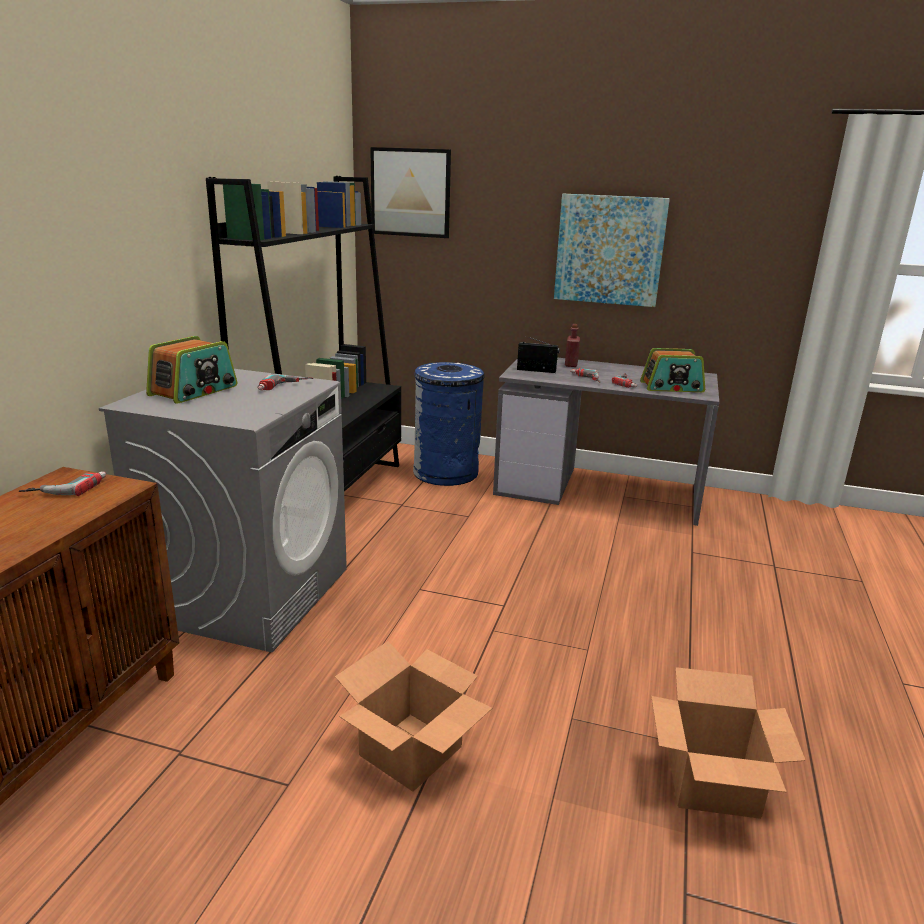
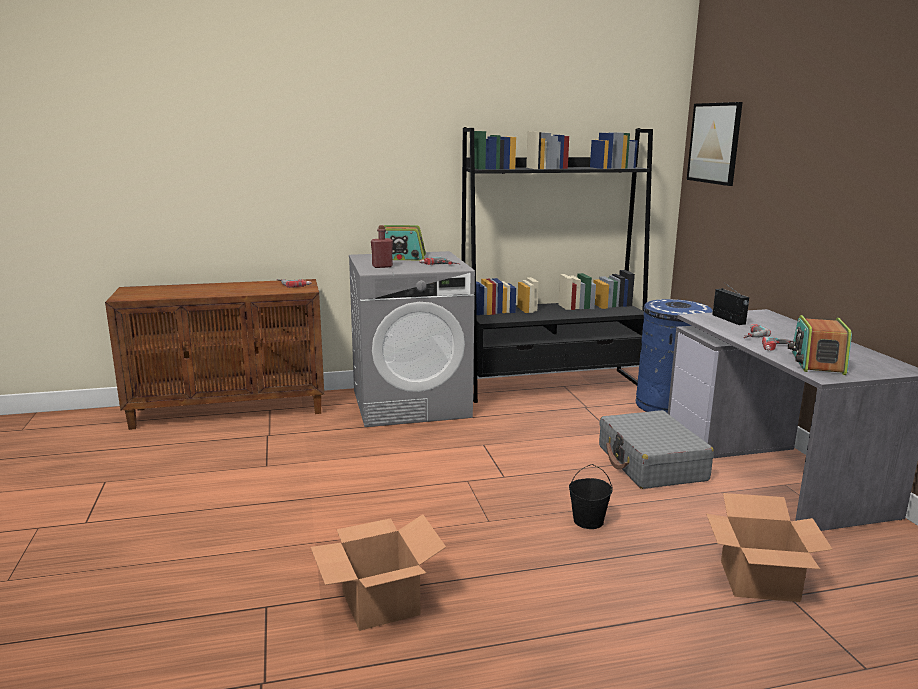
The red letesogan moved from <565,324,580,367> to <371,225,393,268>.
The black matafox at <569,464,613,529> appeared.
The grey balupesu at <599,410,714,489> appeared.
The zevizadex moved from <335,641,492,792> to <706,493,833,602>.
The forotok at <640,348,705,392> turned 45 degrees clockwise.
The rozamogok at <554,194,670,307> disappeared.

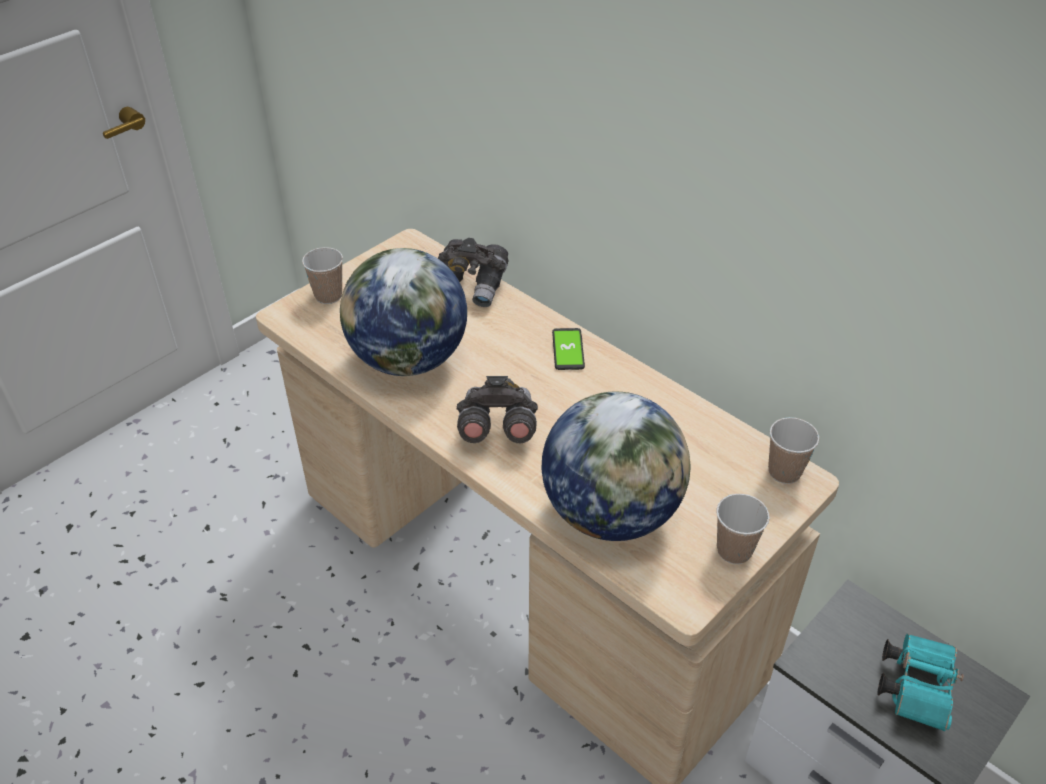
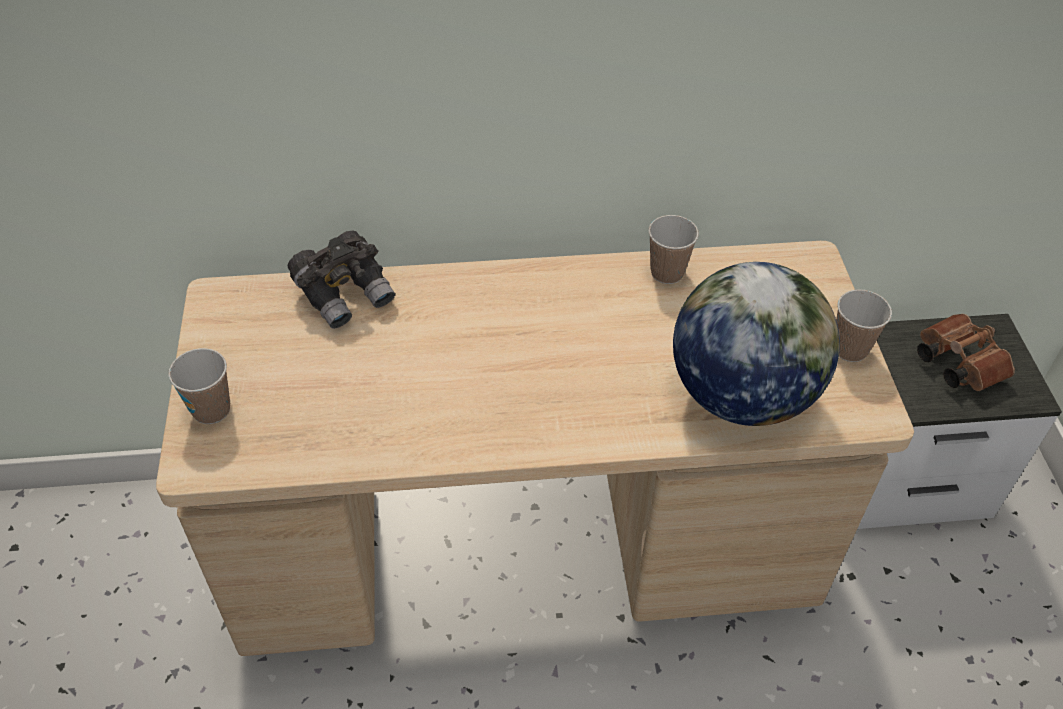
The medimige moved from <768,417,819,484> to <648,215,699,284>.
The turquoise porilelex at <877,634,964,731> became the brown porilelex at <917,314,1015,391>.
The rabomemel at <340,248,467,376> disappeared.
The grey porilelex at <457,376,538,443> disappeared.
The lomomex at <552,328,585,370> disappeared.

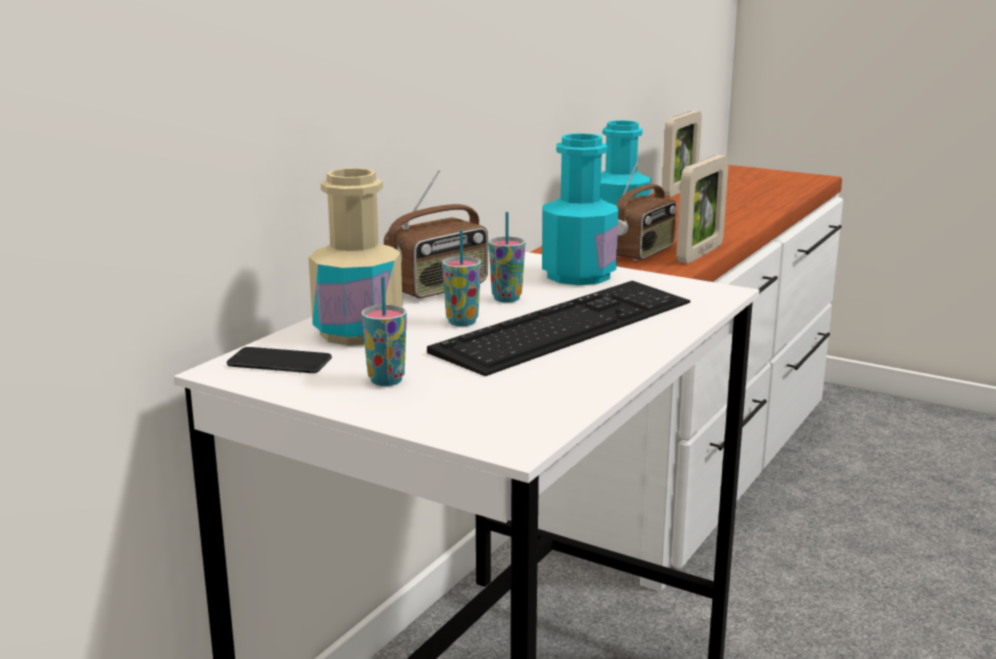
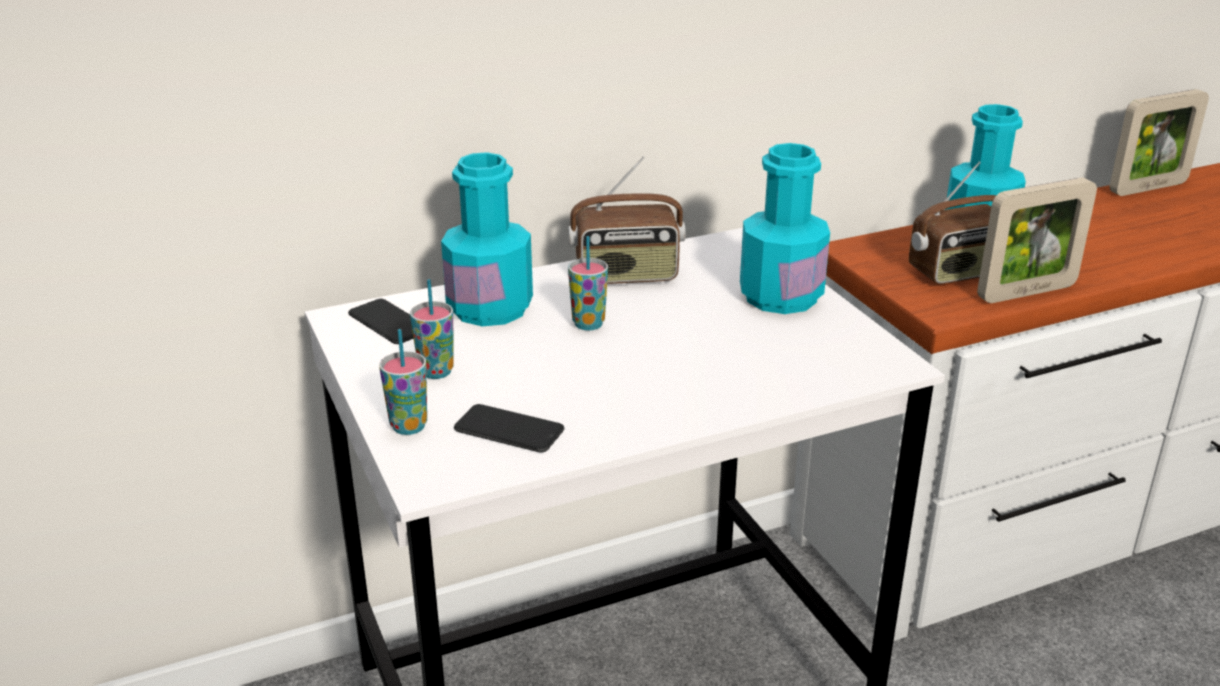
The medimige moved from <489,212,525,303> to <379,329,427,435>.
The beige letesogan at <308,168,403,346> became the turquoise letesogan at <441,152,533,326>.
The lomomex at <454,404,564,453> appeared.
The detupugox at <427,281,690,376> disappeared.

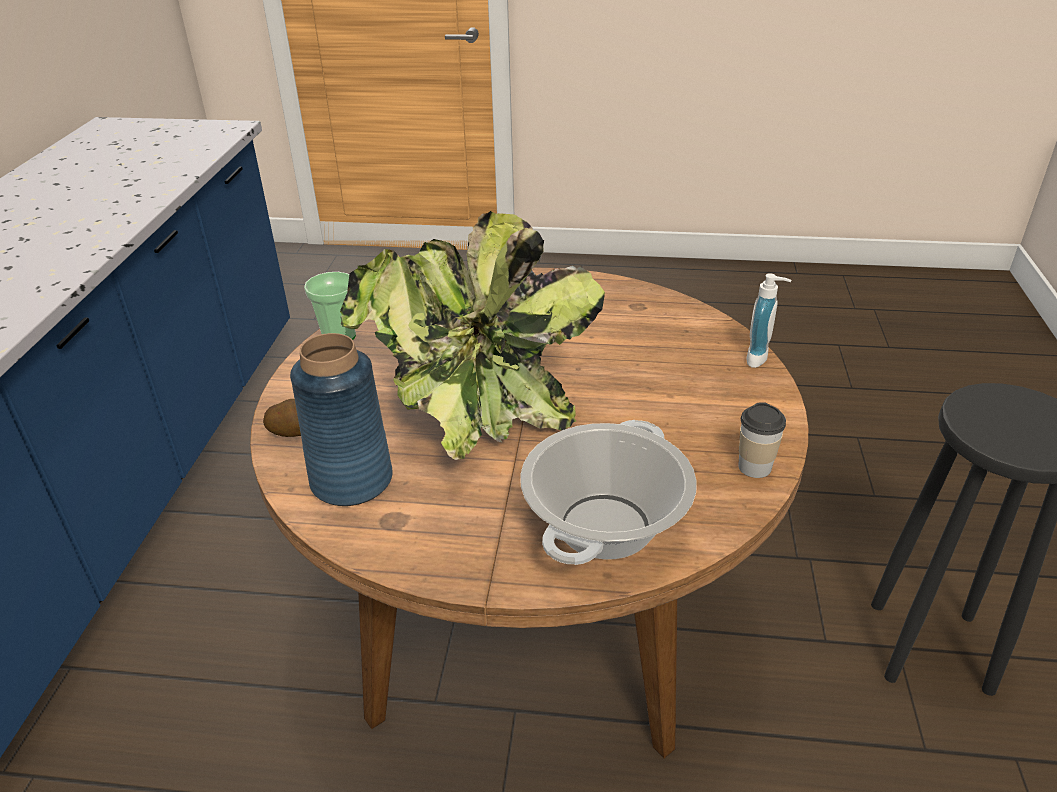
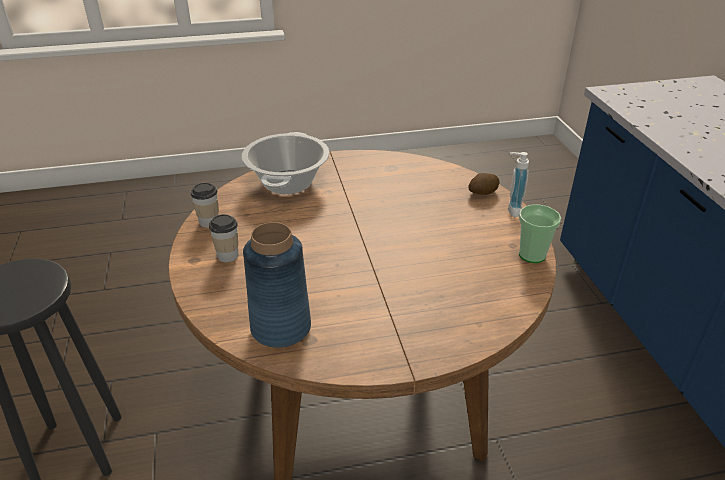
The medimige at <209,214,238,262> appeared.
The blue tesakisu moved from <290,333,393,506> to <243,222,311,348>.
The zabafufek moved from <746,273,792,368> to <508,152,529,217>.
The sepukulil at <340,211,605,460> disappeared.

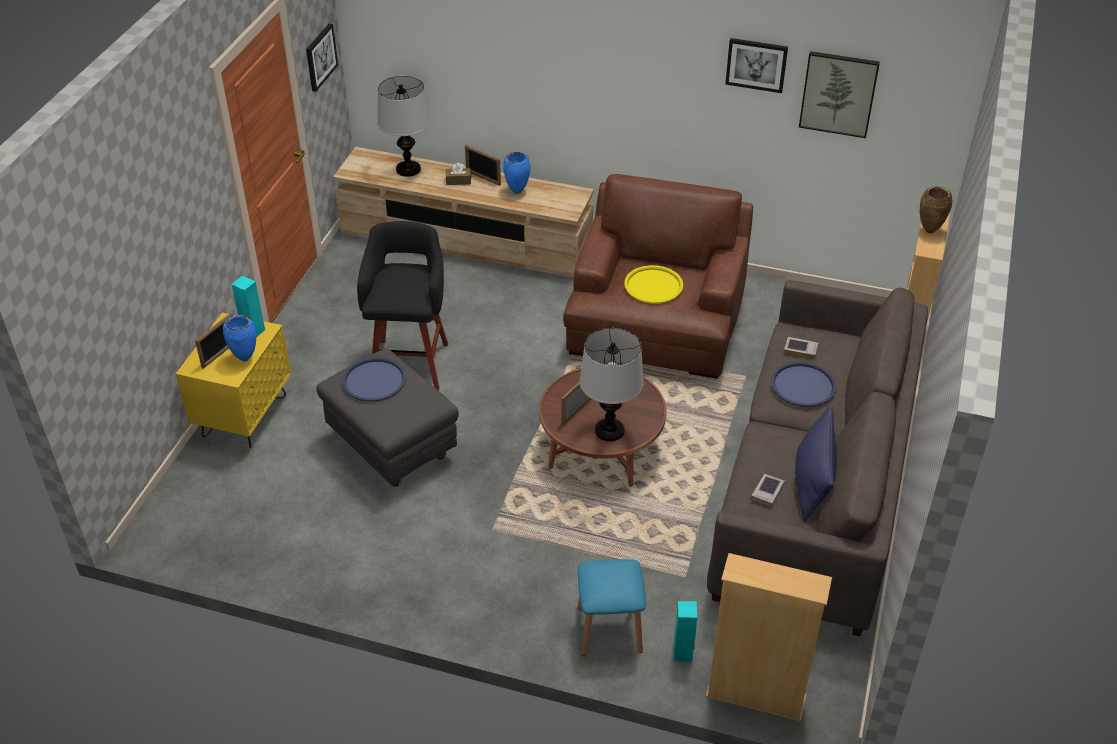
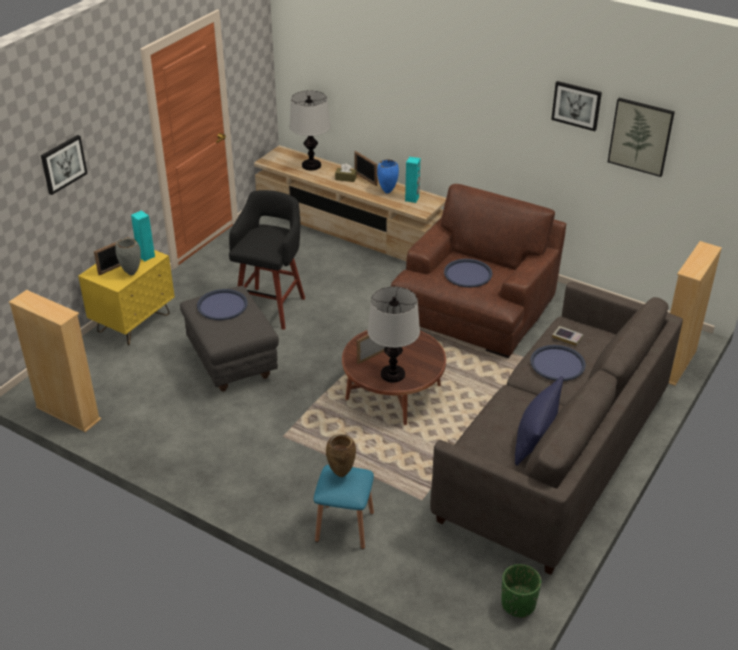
The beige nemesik moved from <706,553,832,722> to <9,290,101,432>.
The rozamogok moved from <306,23,338,92> to <41,135,88,195>.
The blue tesakisu at <223,315,256,362> became the grey tesakisu at <115,238,141,275>.
The brown tesakisu moved from <920,186,952,233> to <326,434,356,477>.
The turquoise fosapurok moved from <674,601,697,661> to <405,157,420,203>.
The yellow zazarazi at <624,265,683,304> became the blue zazarazi at <444,259,492,288>.
The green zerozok at <502,564,541,618> appeared.
The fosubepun at <751,474,785,506> disappeared.

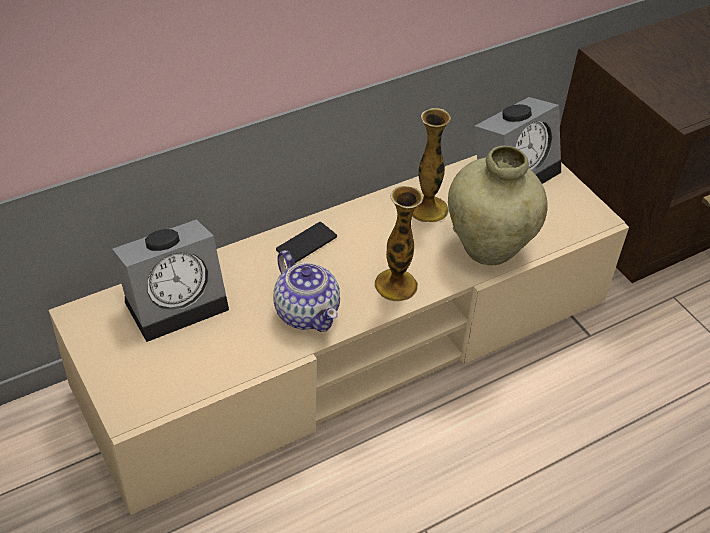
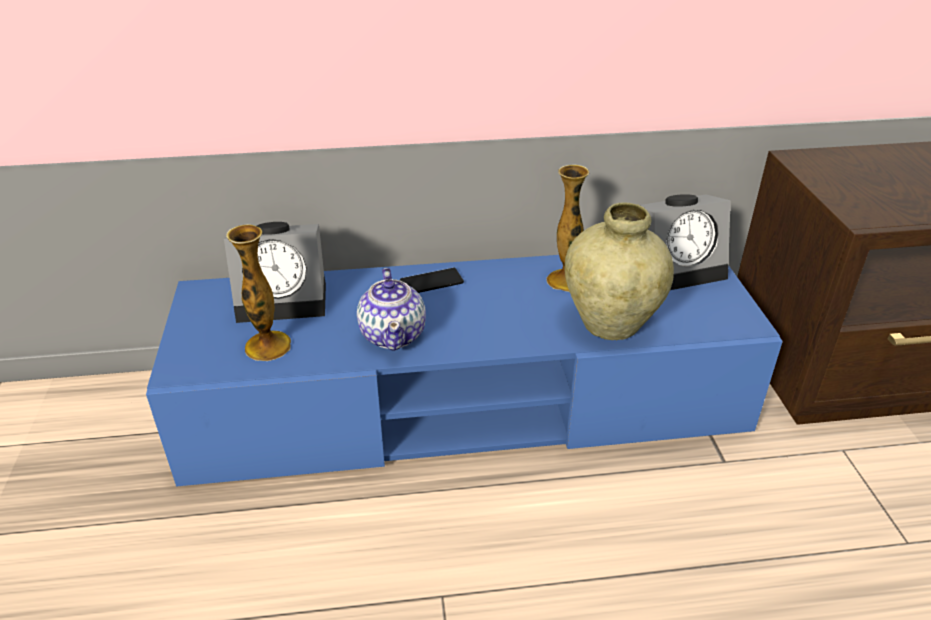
The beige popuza at <48,155,629,515> became the blue popuza at <146,255,783,487>.
The tesakisu moved from <374,186,423,302> to <226,224,291,361>.

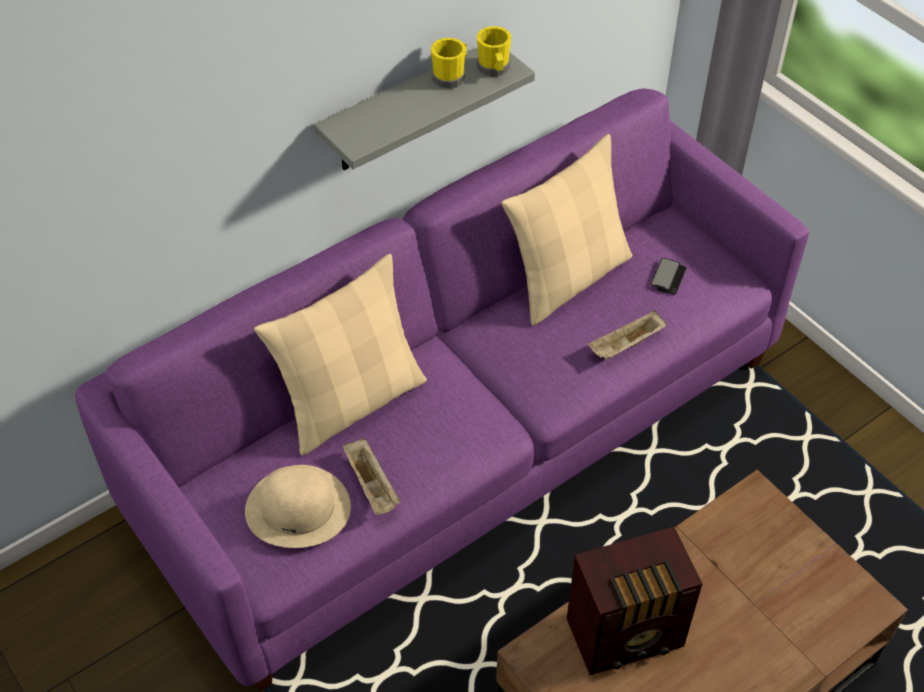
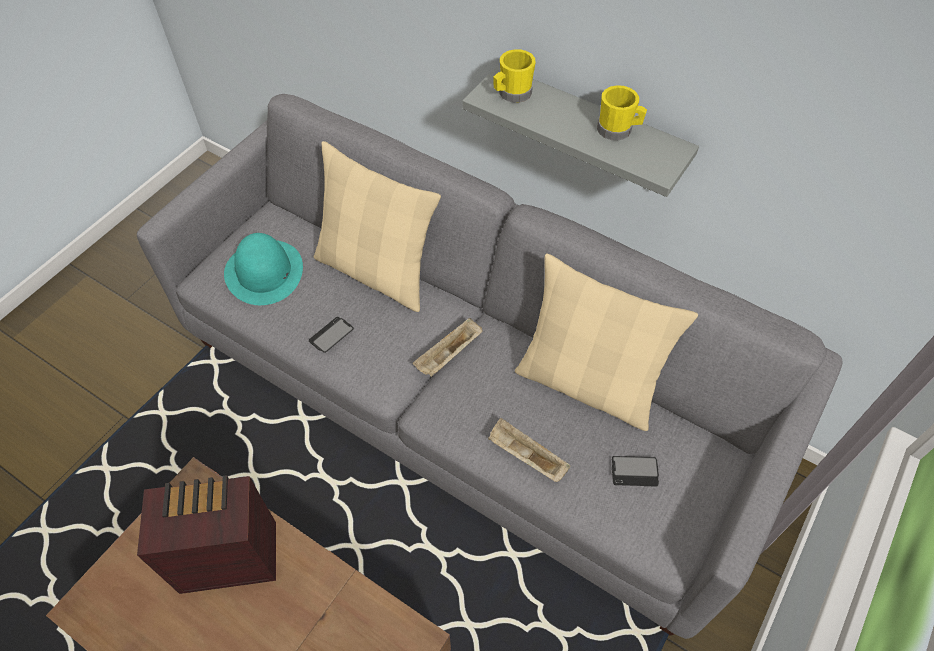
The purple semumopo at <75,88,809,692> became the grey semumopo at <137,94,843,639>.
The forotok at <567,527,702,675> turned 120 degrees clockwise.
The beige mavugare at <245,465,351,548> became the turquoise mavugare at <224,233,303,305>.
The lomomex at <309,317,354,353> appeared.
The beige zazarazi moved from <343,438,400,515> to <413,318,483,377>.
The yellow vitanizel moved from <477,26,511,77> to <493,49,536,103>.

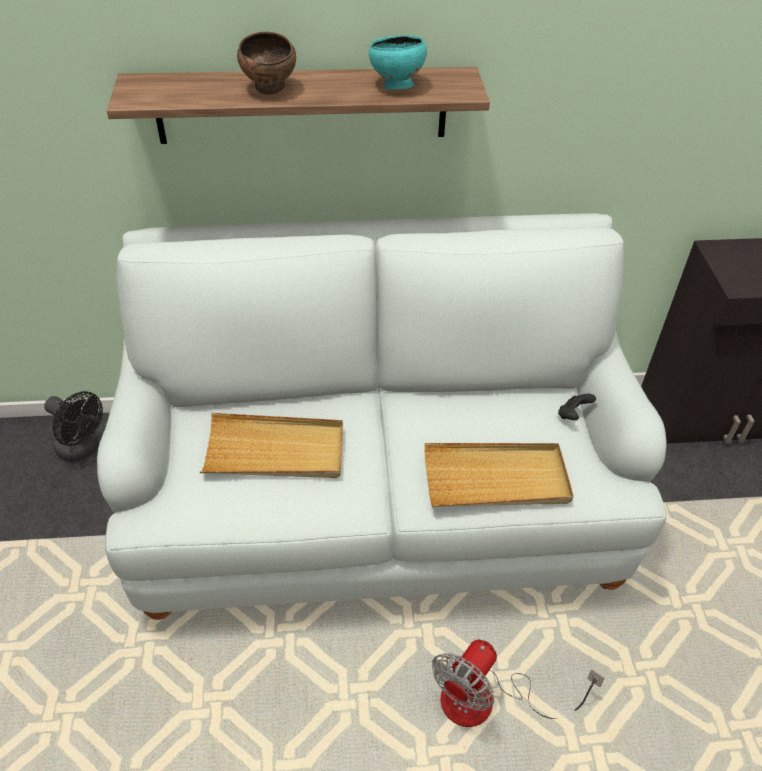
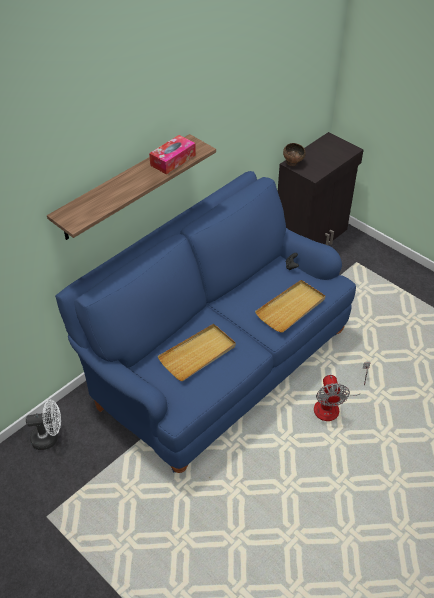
The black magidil at <44,391,103,462> became the white magidil at <26,400,61,450>.
The white semumopo at <97,213,666,620> became the blue semumopo at <55,171,356,473>.
The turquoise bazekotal at <369,35,427,90> was replaced by the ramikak at <149,135,196,174>.
The brown bazekotal moved from <237,32,296,95> to <283,143,306,166>.

